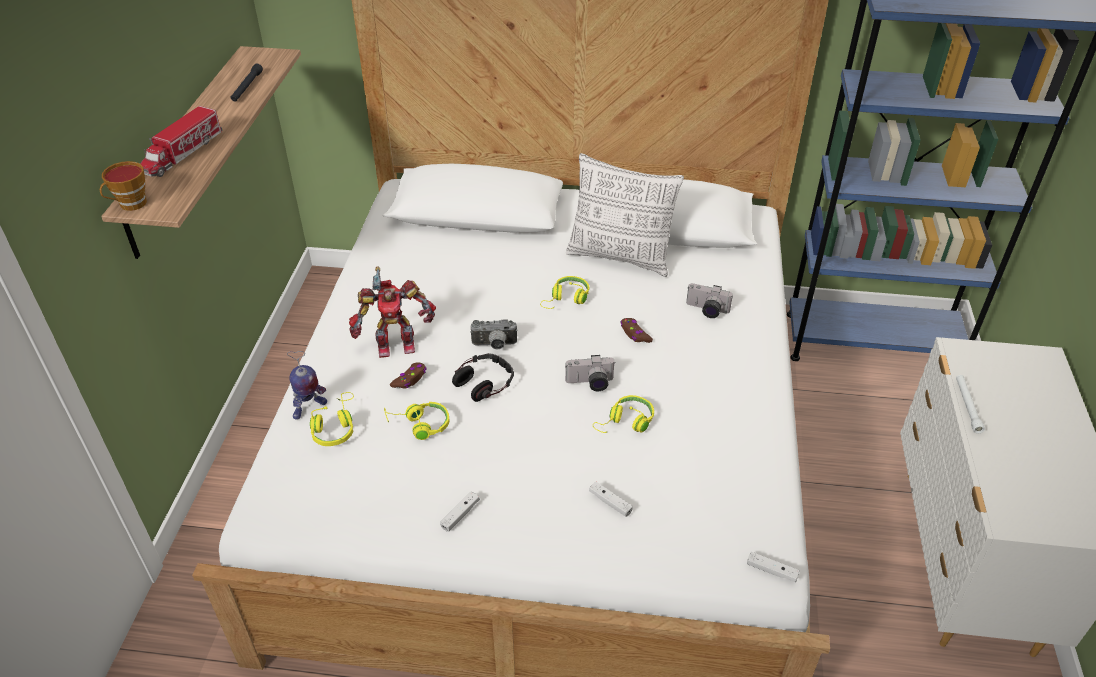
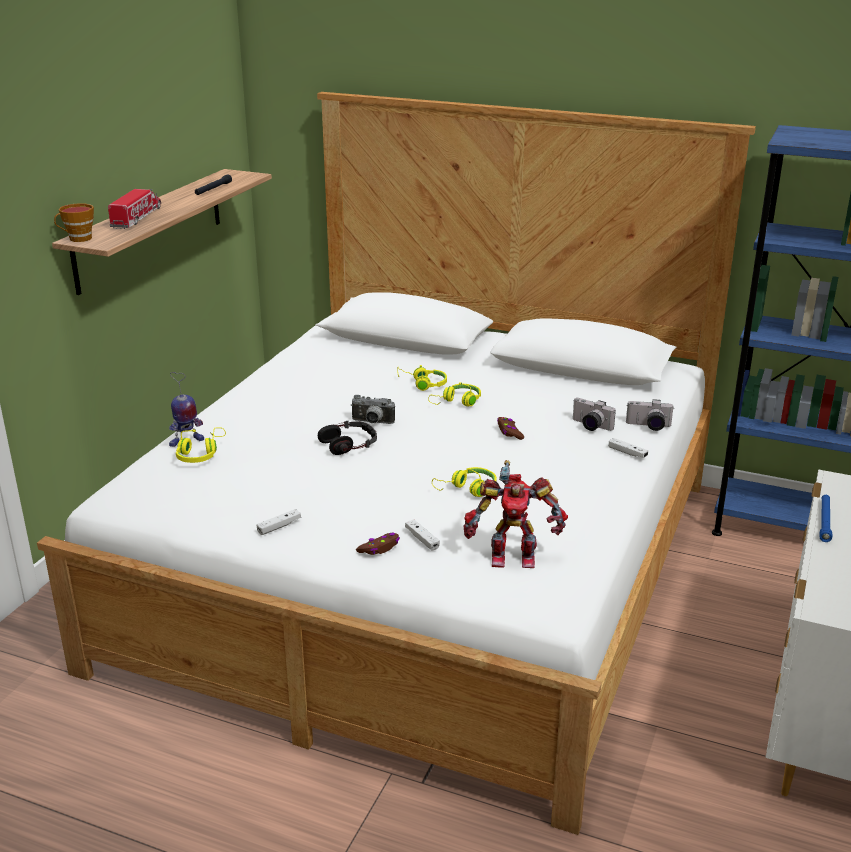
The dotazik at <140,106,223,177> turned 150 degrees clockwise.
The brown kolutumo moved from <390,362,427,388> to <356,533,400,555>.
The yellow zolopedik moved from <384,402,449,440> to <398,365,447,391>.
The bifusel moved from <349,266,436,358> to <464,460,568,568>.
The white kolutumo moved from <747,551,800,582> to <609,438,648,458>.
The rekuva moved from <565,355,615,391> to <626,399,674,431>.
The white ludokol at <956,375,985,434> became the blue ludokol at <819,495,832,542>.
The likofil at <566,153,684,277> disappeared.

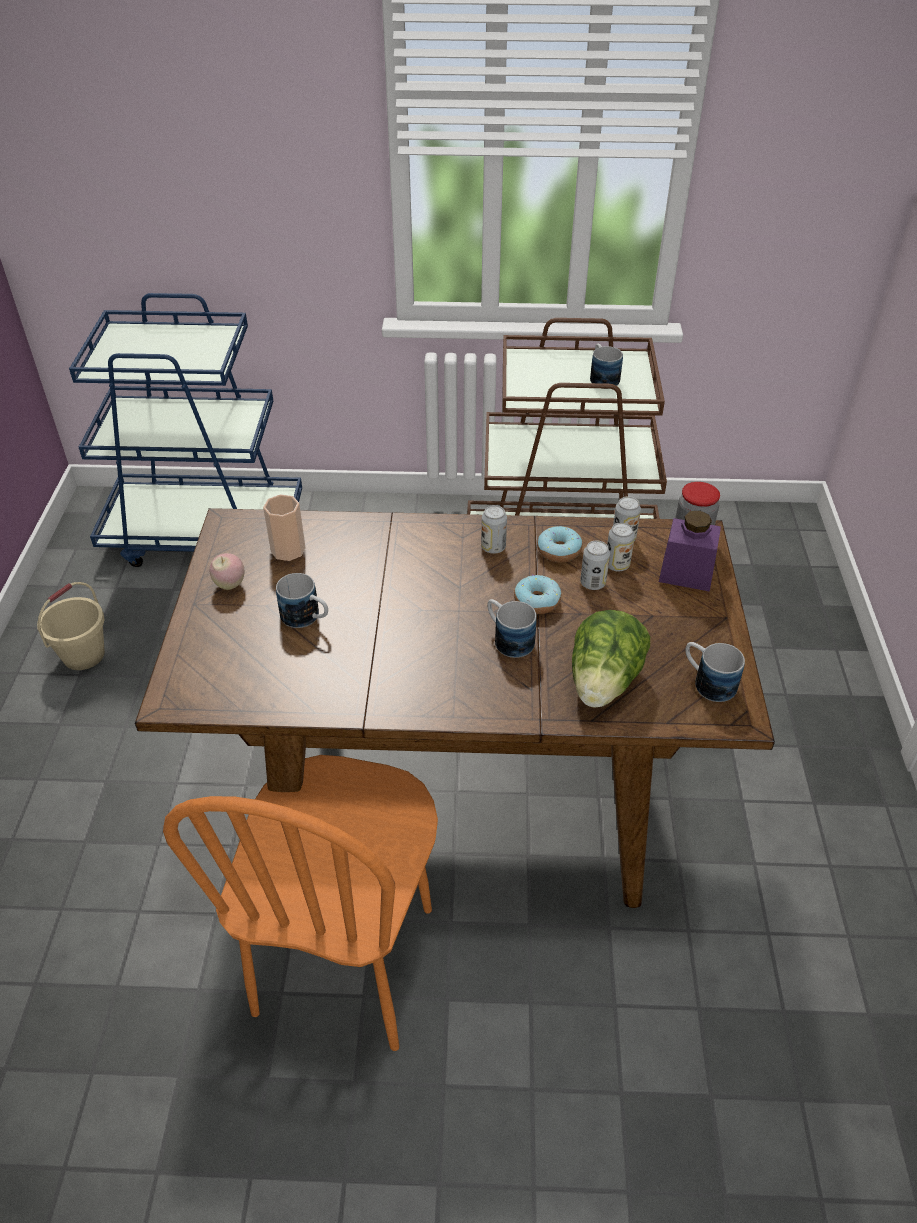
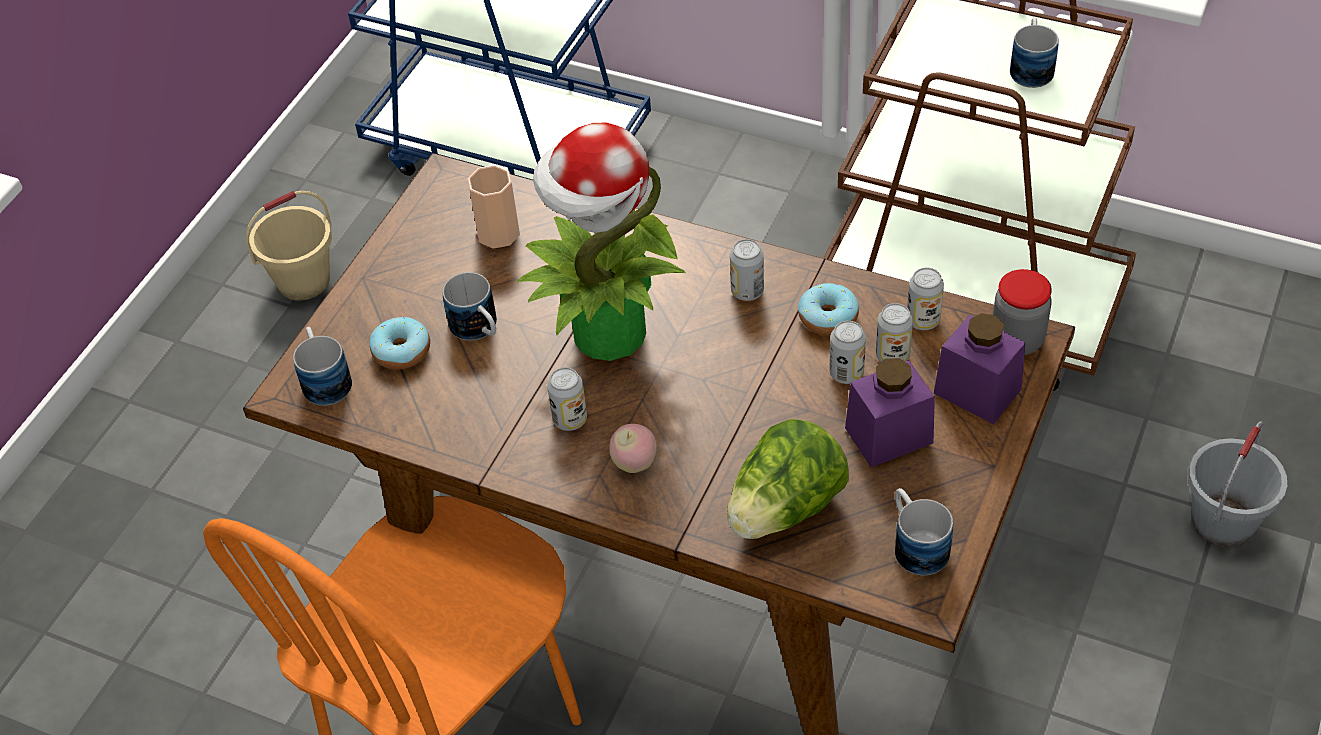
The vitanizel moved from <487,599,537,658> to <293,327,352,406>.
The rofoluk moved from <514,575,561,614> to <370,316,430,369>.
The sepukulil at <516,123,686,361> appeared.
The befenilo at <547,367,587,431> appeared.
The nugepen moved from <209,553,244,590> to <609,424,657,473>.
The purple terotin at <845,358,935,467> appeared.
The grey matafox at <1188,421,1287,547> appeared.

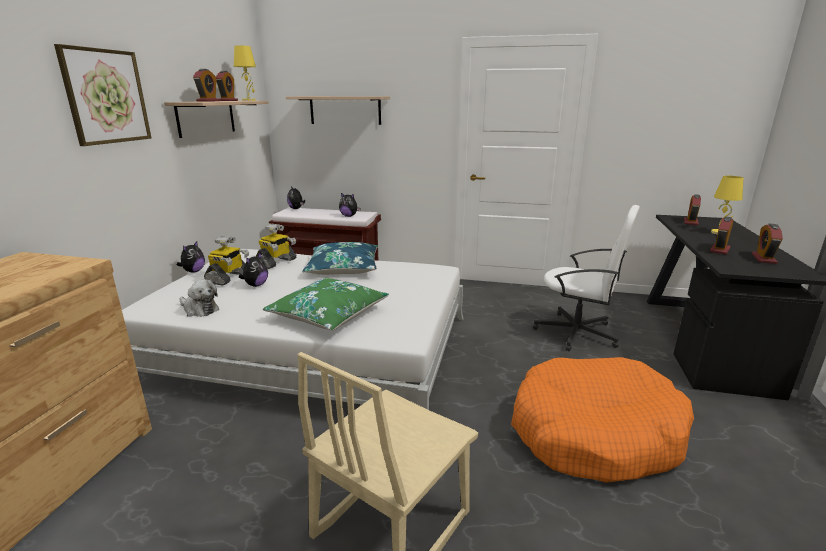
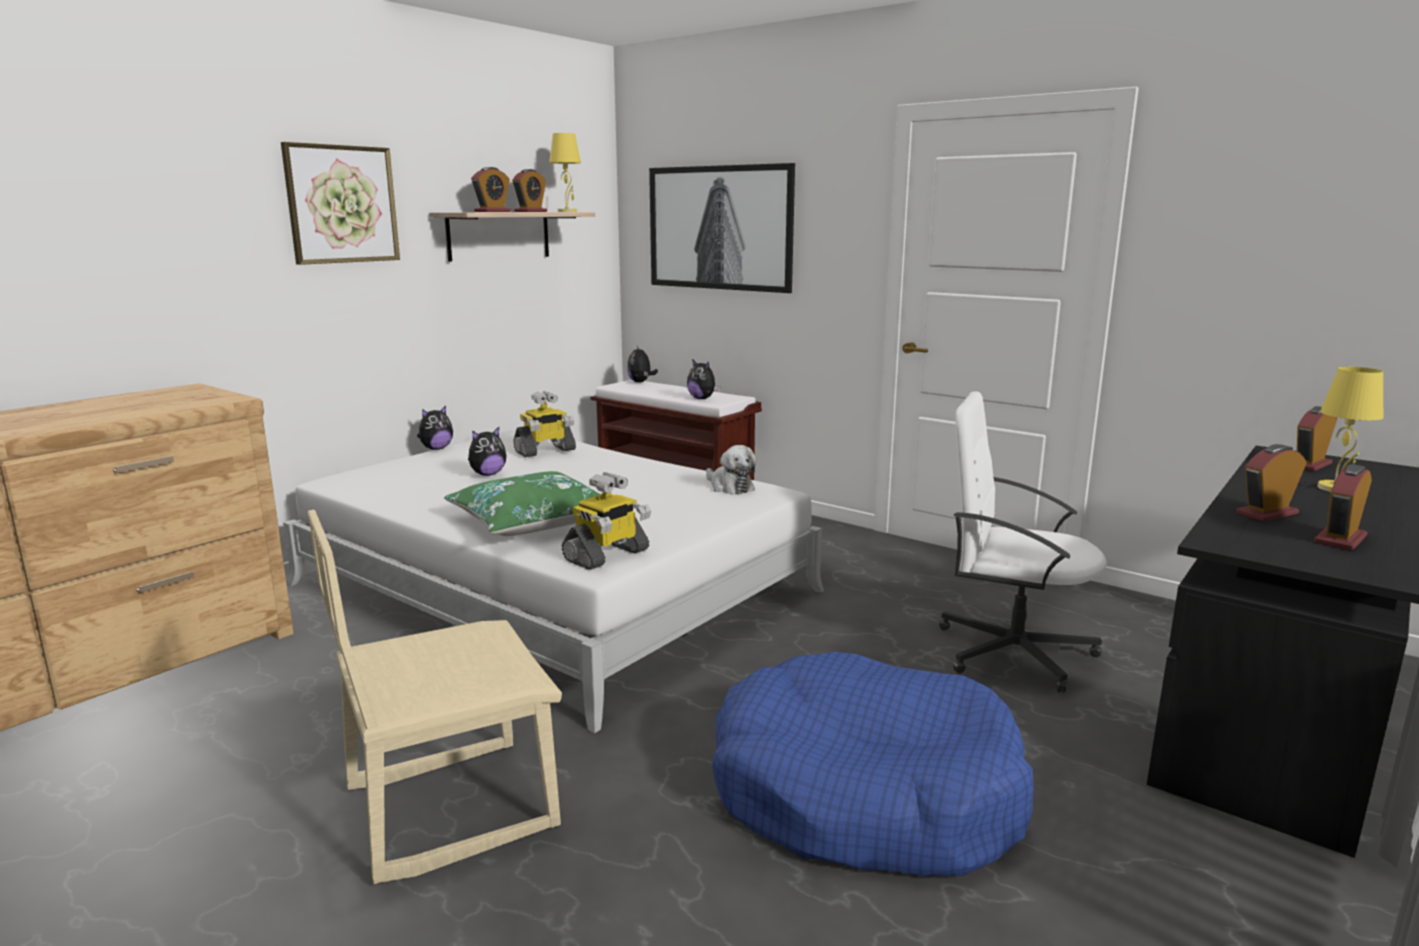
The bifusel moved from <204,236,249,286> to <562,472,651,570>.
The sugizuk at <286,96,390,125> was replaced by the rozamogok at <649,163,795,293>.
The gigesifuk moved from <180,279,219,317> to <706,445,756,494>.
The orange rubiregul at <511,357,694,483> became the blue rubiregul at <712,652,1034,876>.
The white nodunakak at <533,205,640,351> turned 150 degrees clockwise.
The blue likofil at <302,242,378,275> disappeared.

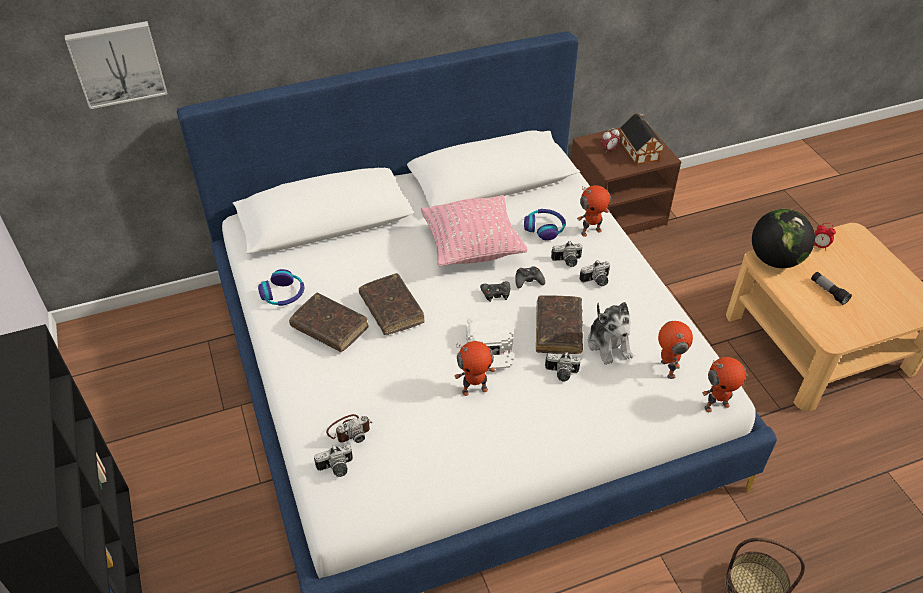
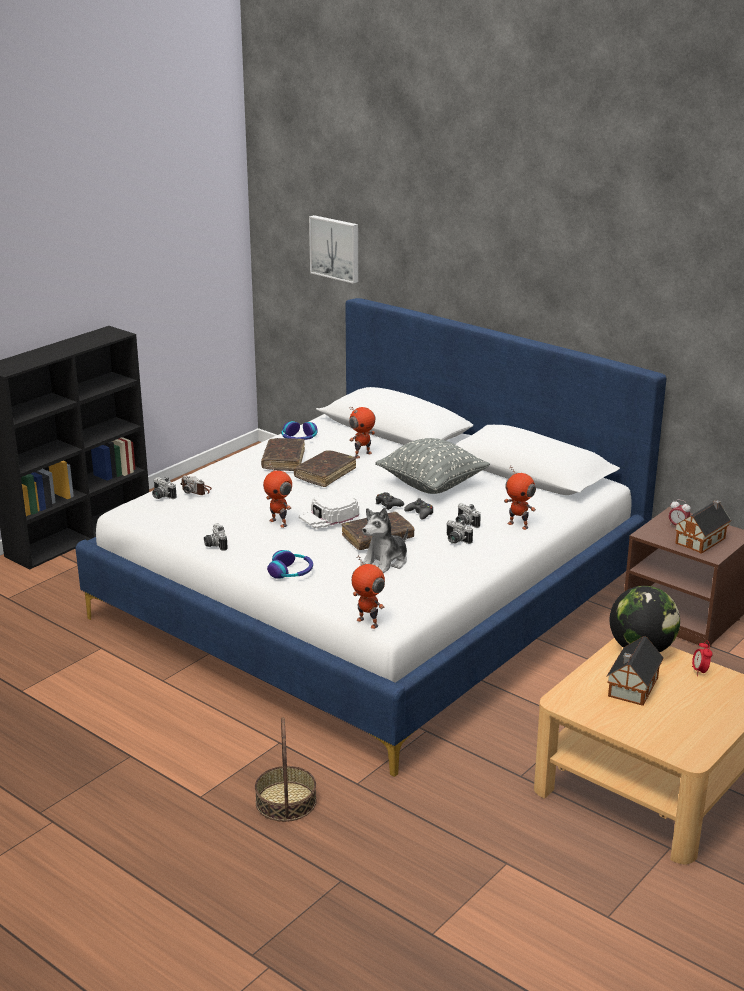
The rekuva moved from <545,352,580,381> to <204,524,228,551>.
The zolopedik moved from <524,209,566,241> to <267,550,313,579>.
The bifusel moved from <658,321,693,379> to <349,407,376,458>.
The pink likofil at <421,195,527,267> became the grey likofil at <375,438,490,494>.
The ludokol at <811,272,852,305> was replaced by the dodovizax at <606,636,664,706>.

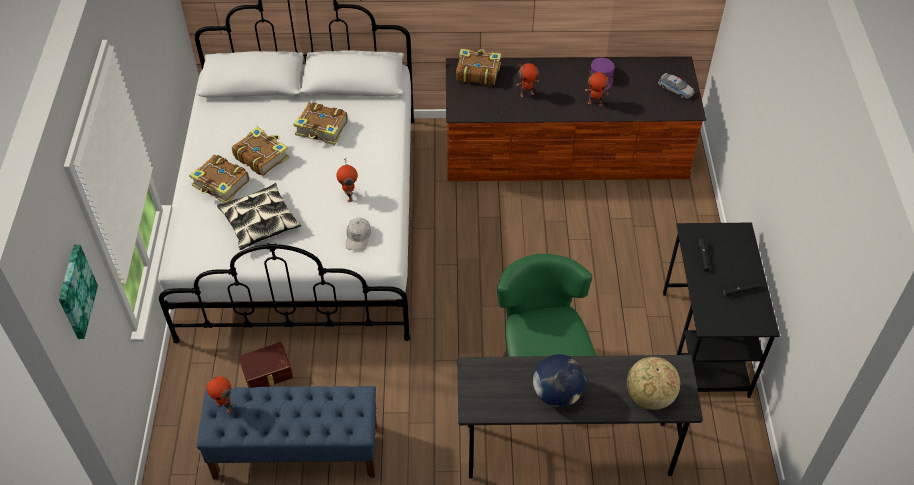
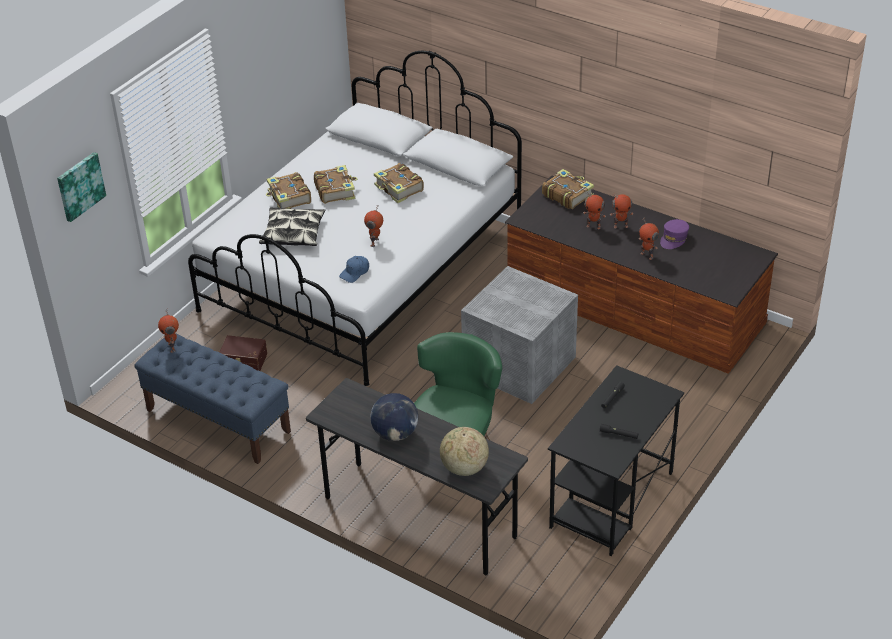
The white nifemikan at <346,218,371,251> became the blue nifemikan at <339,256,369,283>.
The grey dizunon at <461,266,578,404> appeared.
The bifusel at <610,193,633,228> appeared.
The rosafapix at <658,73,694,99> disappeared.

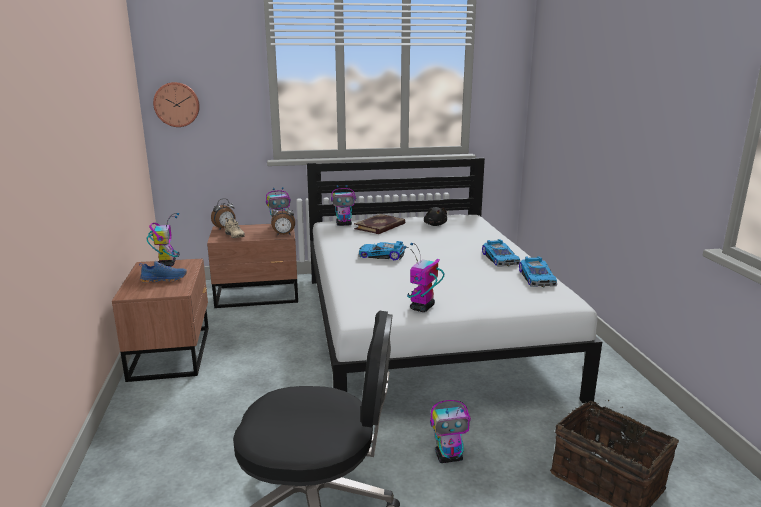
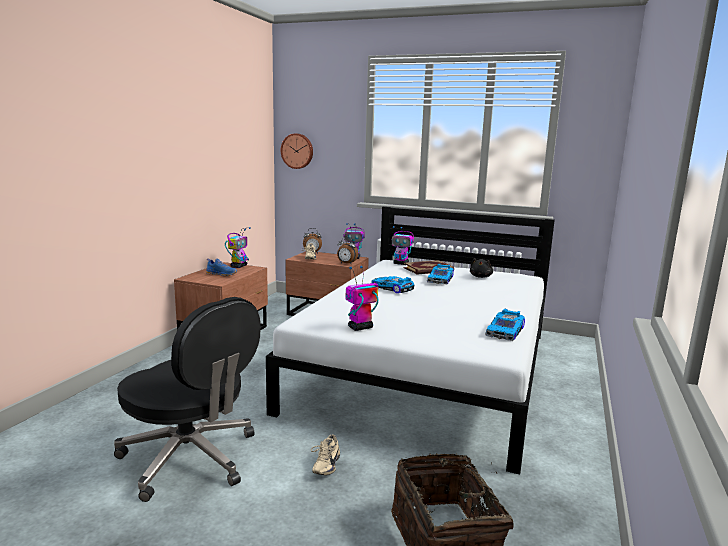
The bifusel at <430,400,471,463> was replaced by the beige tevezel at <311,434,340,475>.
The rosafapix moved from <482,239,520,267> to <427,264,454,285>.

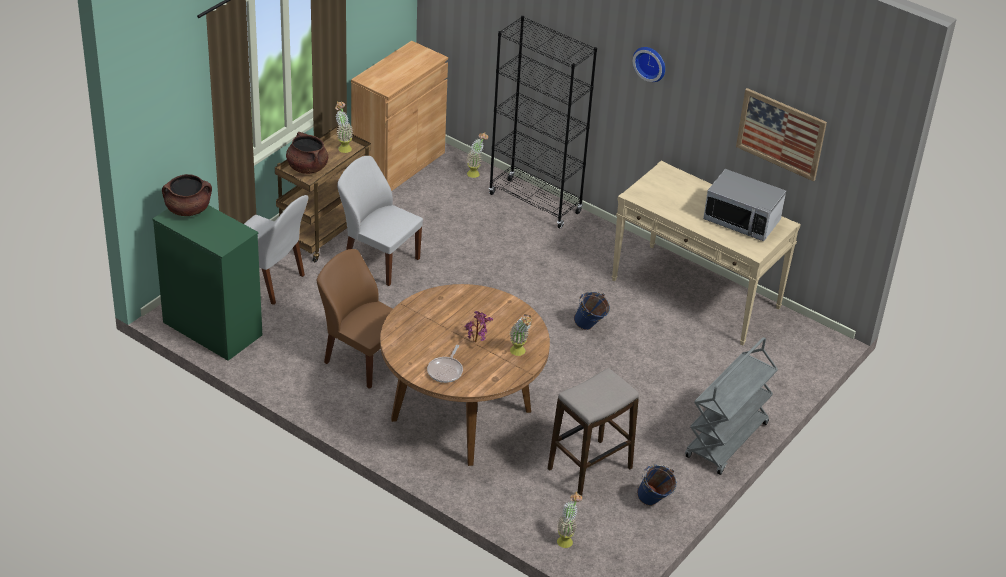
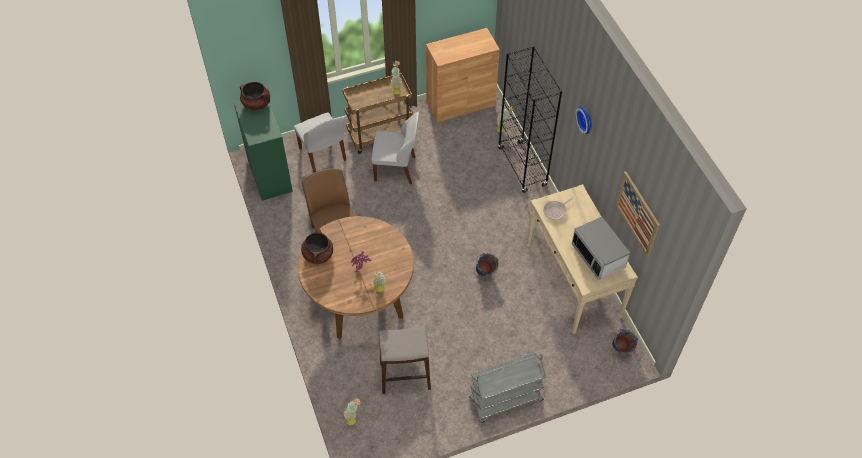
The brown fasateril moved from <286,132,328,174> to <301,229,333,264>.
The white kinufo at <337,156,423,286> turned 120 degrees clockwise.
The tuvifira moved from <427,345,463,383> to <543,197,573,220>.
The blue matafox moved from <637,464,677,506> to <612,329,638,353>.

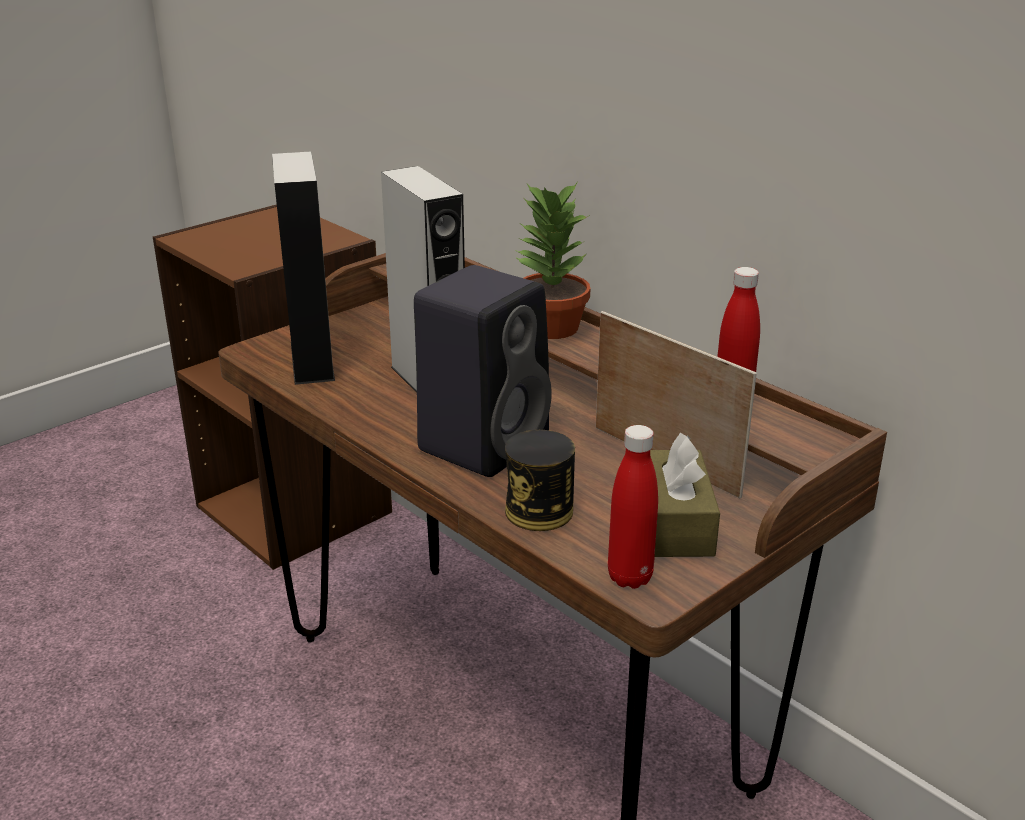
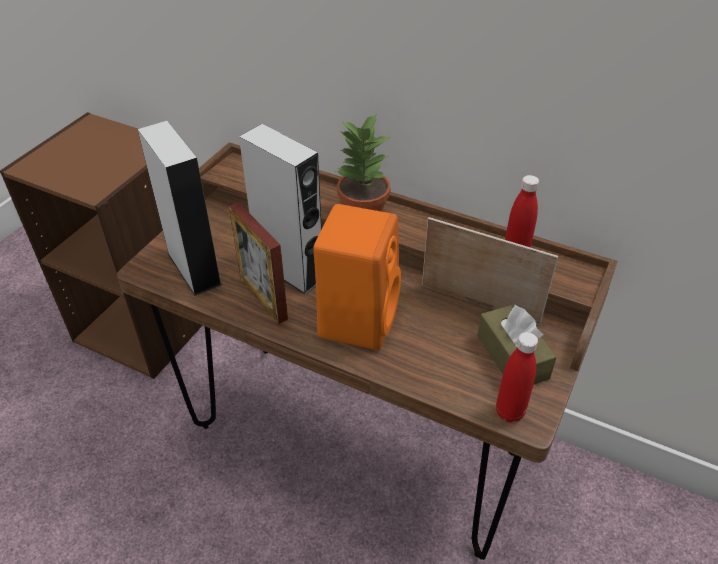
The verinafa at <229,202,288,324> appeared.
The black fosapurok at <414,265,552,477> became the orange fosapurok at <314,204,401,350>.
The befenilo at <505,430,575,531> disappeared.

